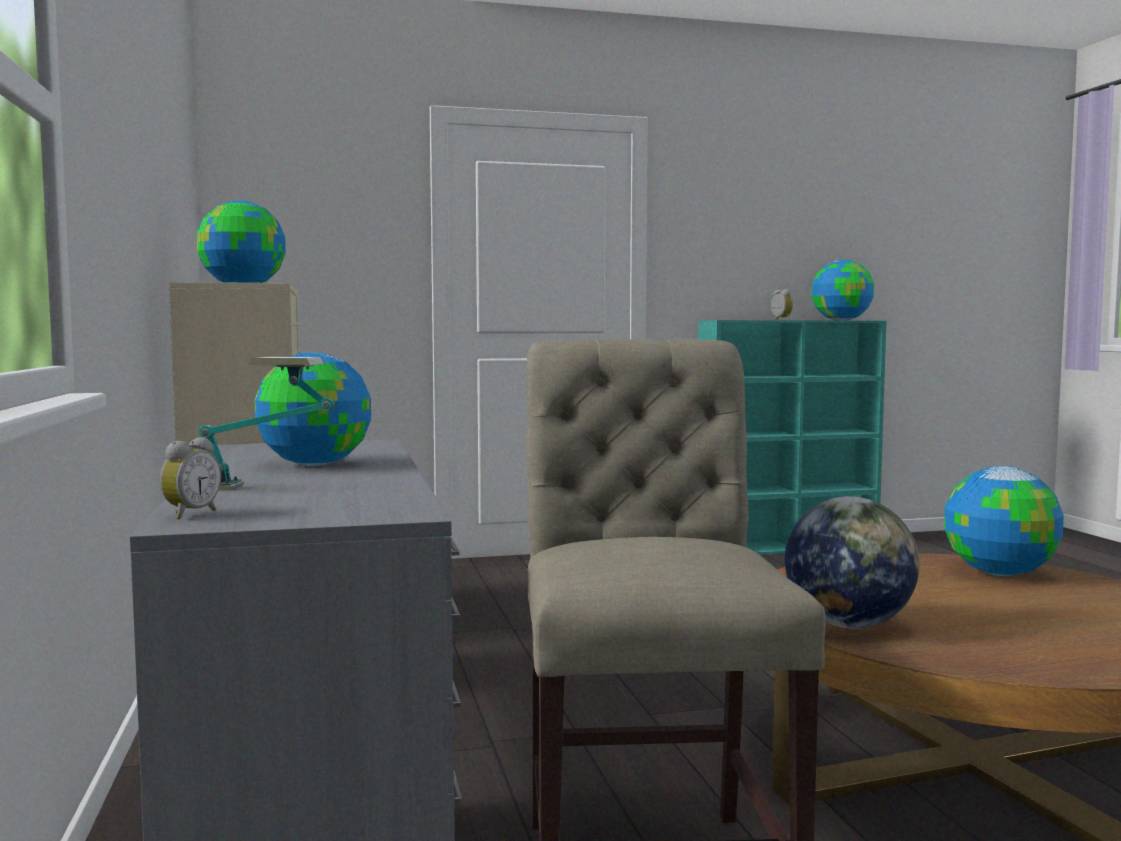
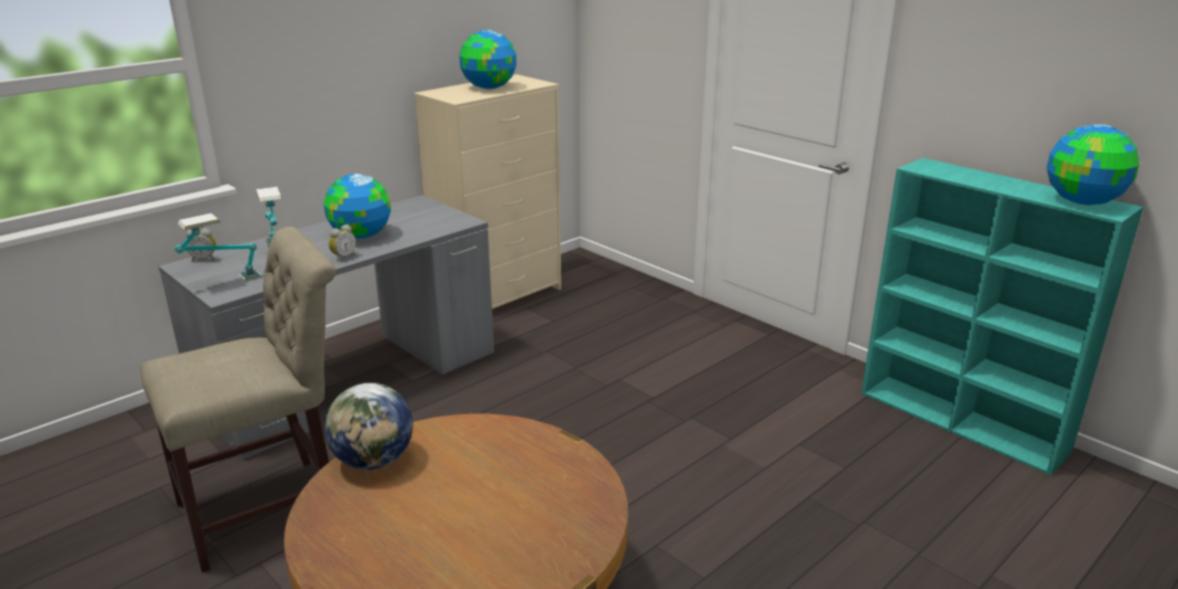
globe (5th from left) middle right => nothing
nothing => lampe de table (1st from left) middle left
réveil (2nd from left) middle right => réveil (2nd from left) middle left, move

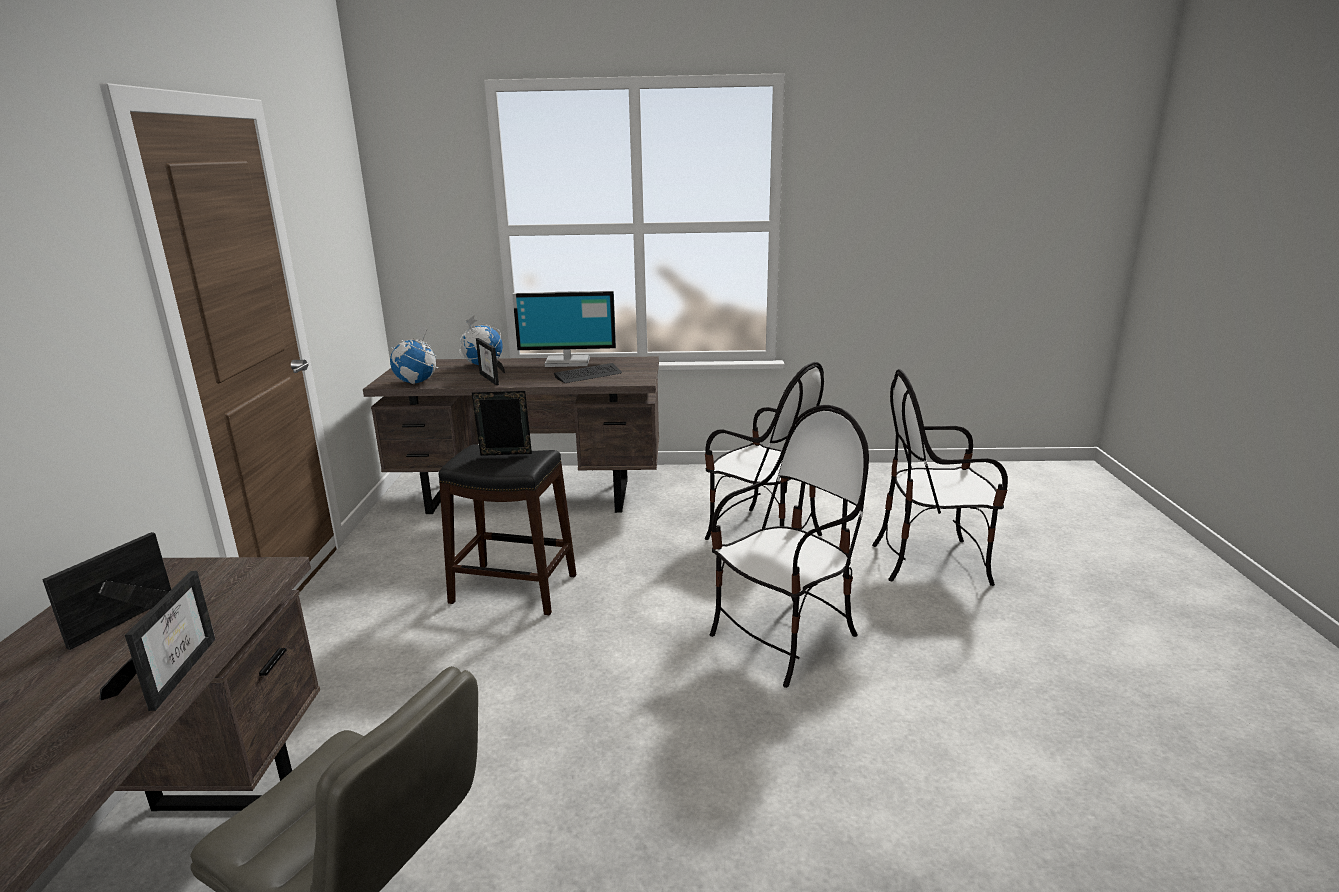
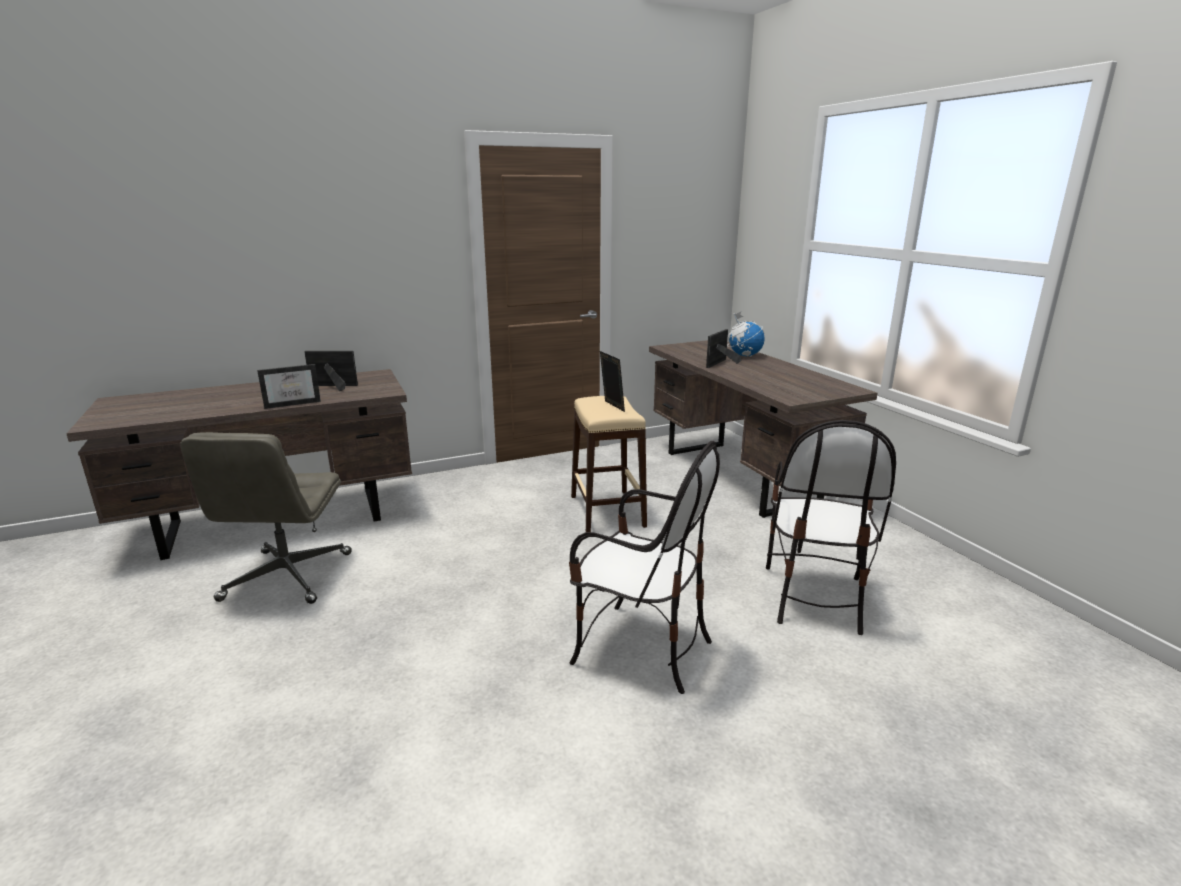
globe (1st from left) middle left => nothing
écran d'ordinateur centre => nothing
clavier centre => nothing
chaise (3rd from left) middle right => nothing
tabouret (noir) centre => tabouret (beige) centre

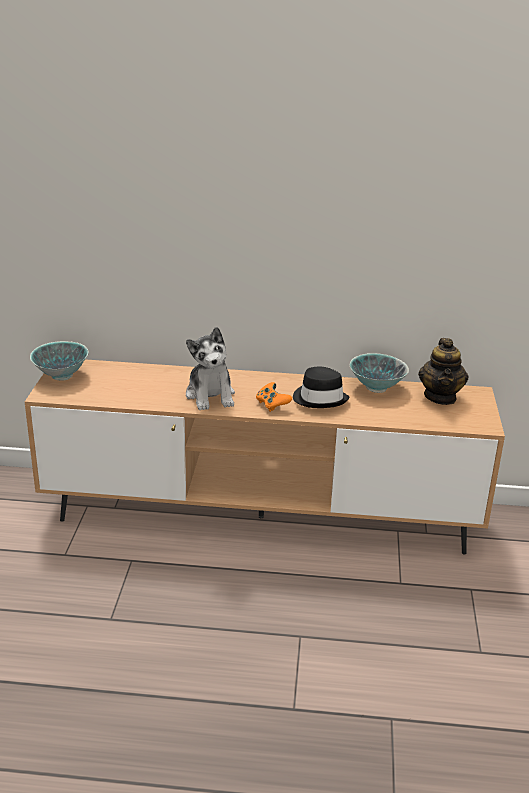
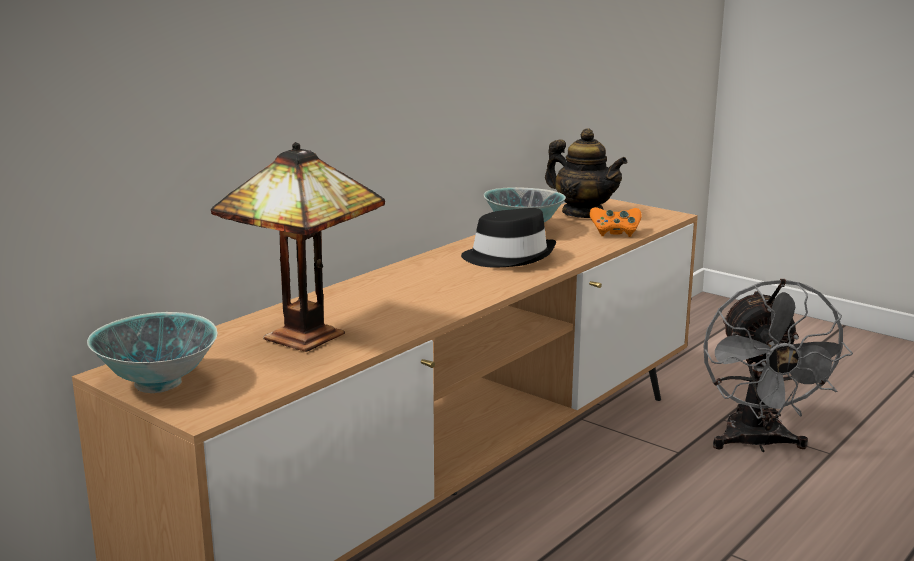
peluche centre => nothing
nothing => lampe de table middle left
nothing => ventilateur (gris) middle right
manette (orange) centre => manette (orange) middle right, move

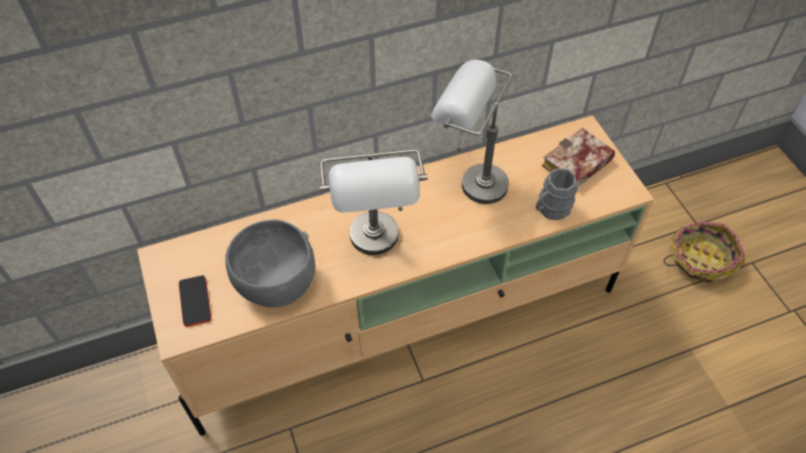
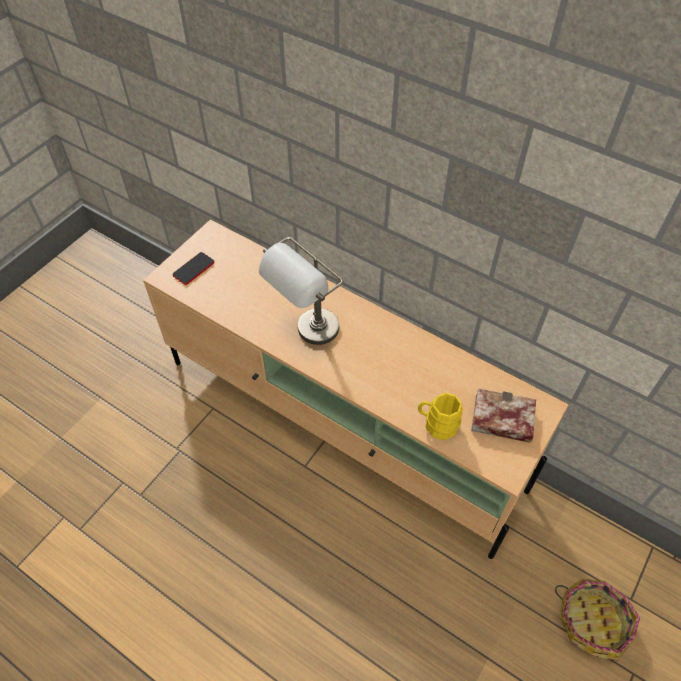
bol (gris) centre => nothing
lampe de table (gris) (2nd from left) top centre => nothing
mug (gris) middle right => mug (jaune) centre

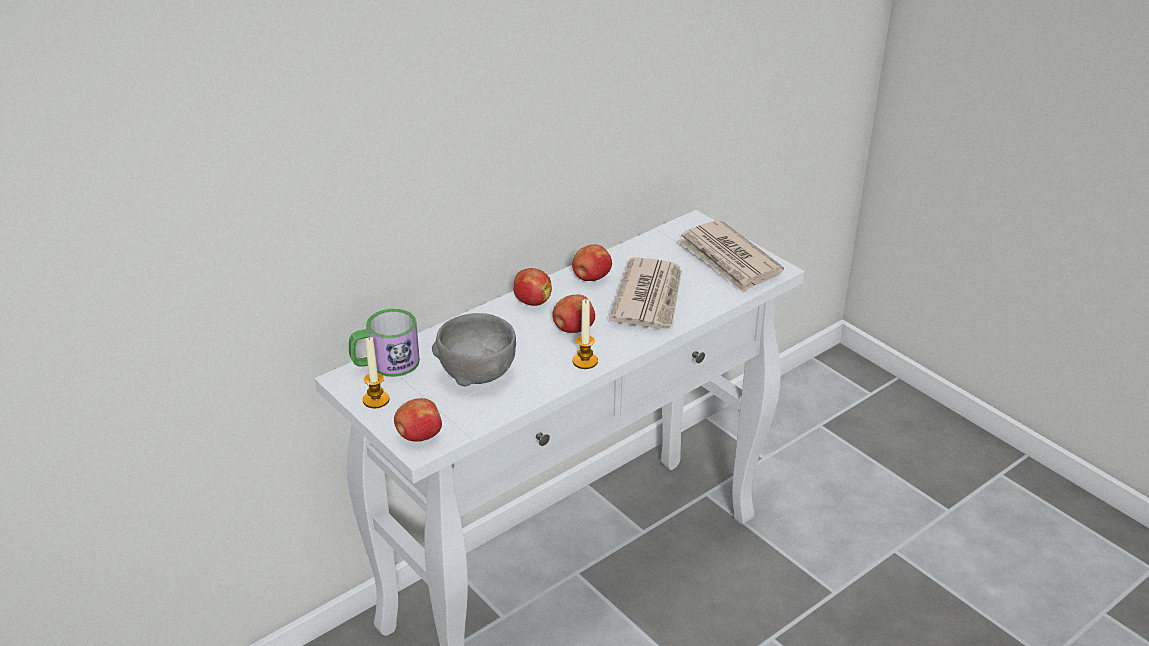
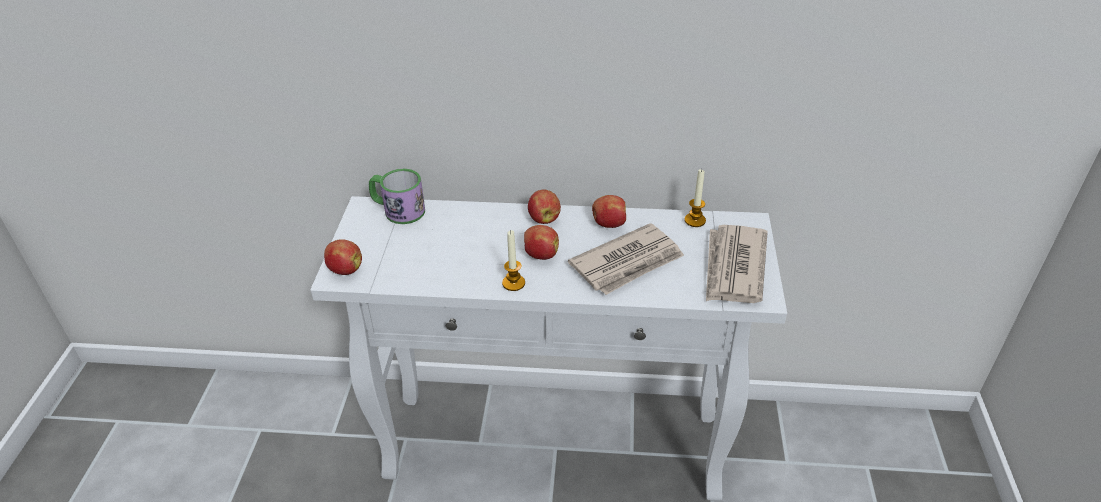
bol (gris) centre => nothing
bougie (1st from left in the first image) middle left => bougie (2nd from left) centre, move

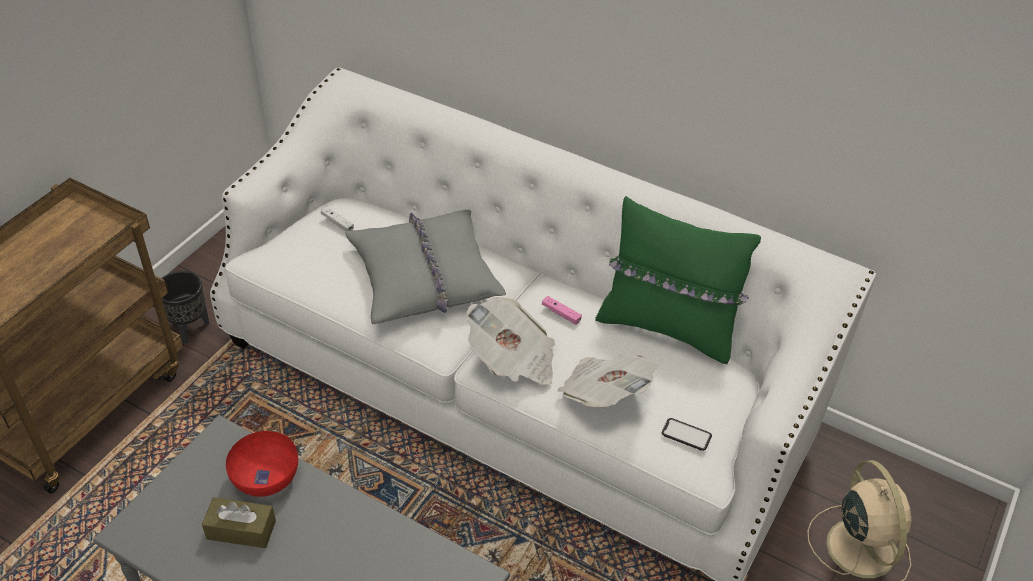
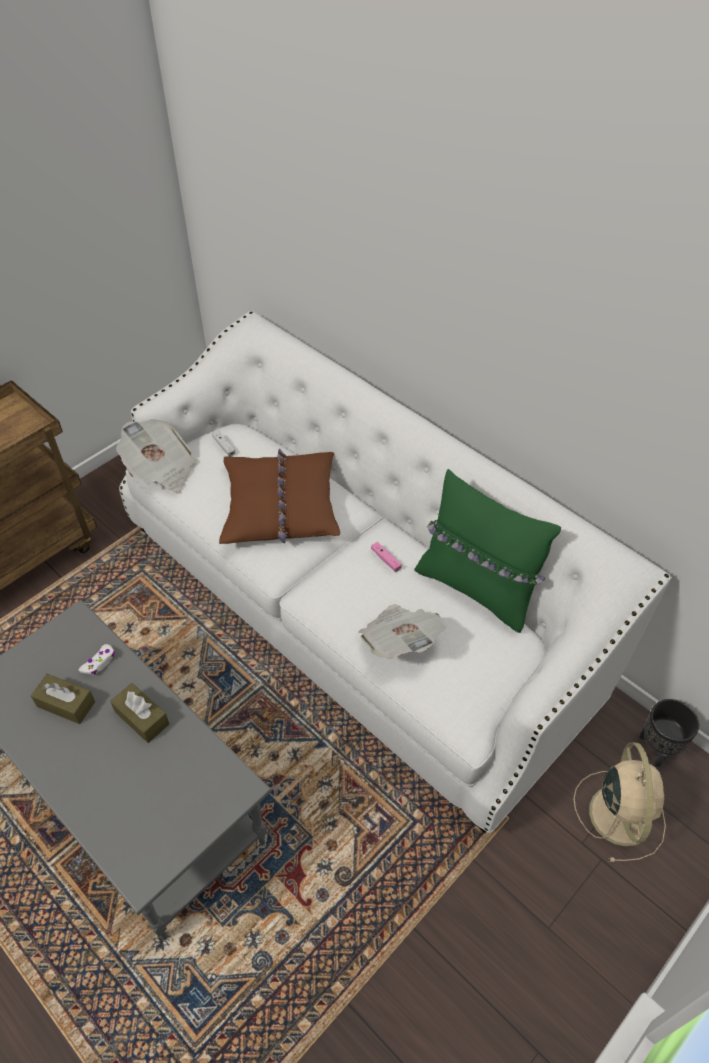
téléphone bottom centre => nothing
nothing => boîte à mouchoirs (marron) (2nd from left) bottom left
cache-pot (noir) middle left => cache-pot (noir) bottom right, move
journal (1st from left) centre => journal (1st from left) middle left, move
bol (rouge) bottom left => manette (blanc) (1st from left) middle left
coussin (gris) centre => coussin (marron) centre

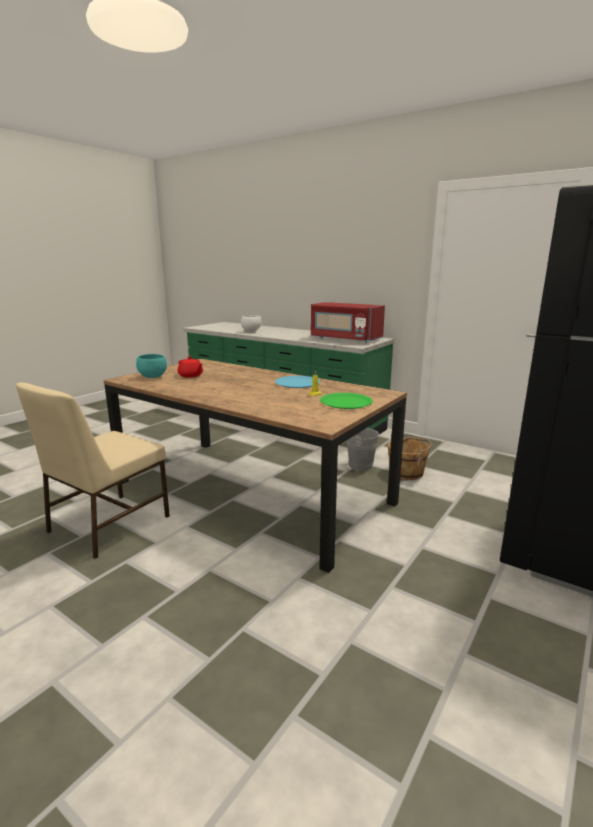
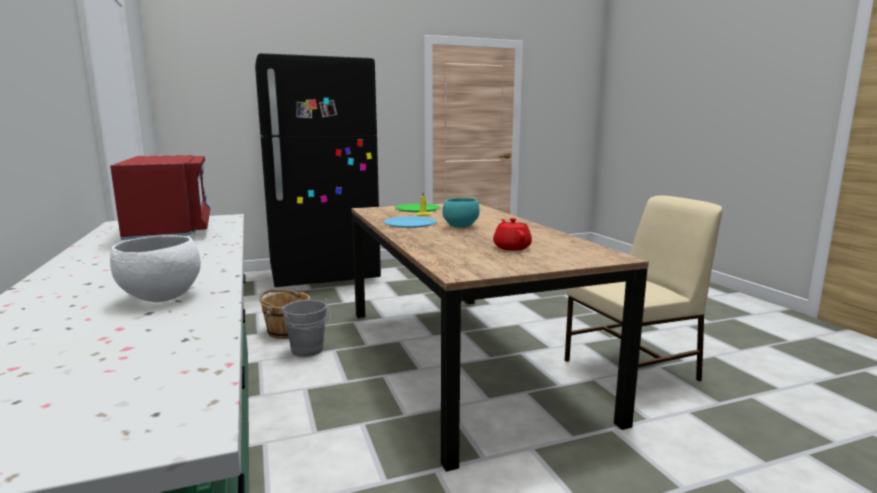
bol (turquoise) middle left => bol (turquoise) centre, move

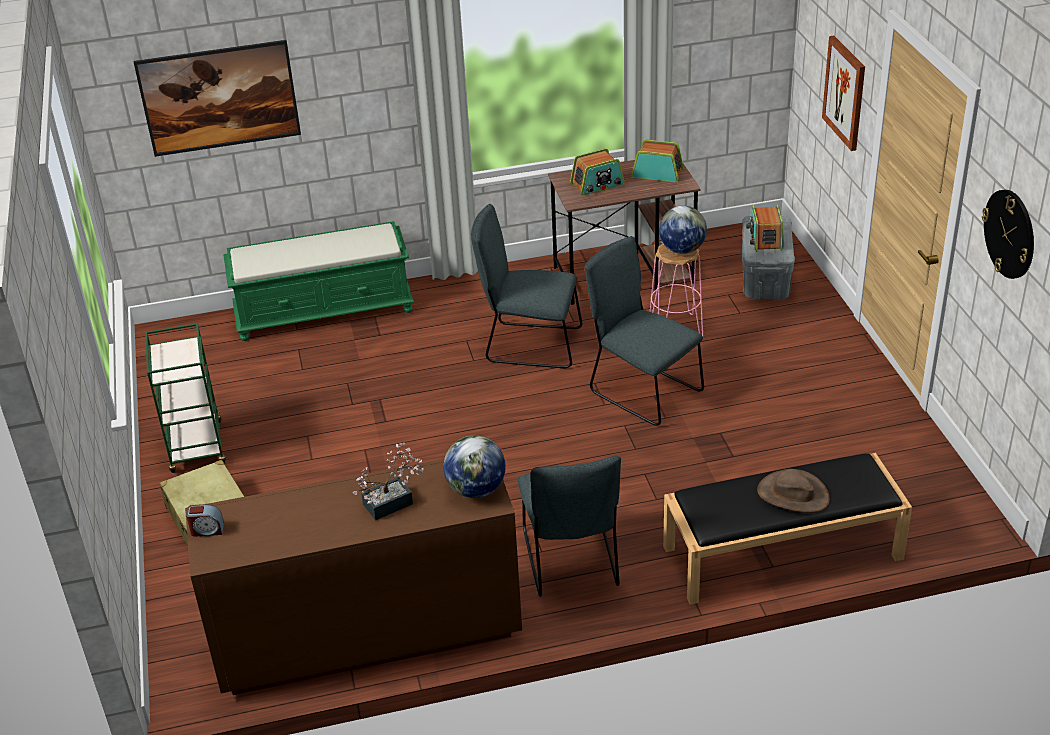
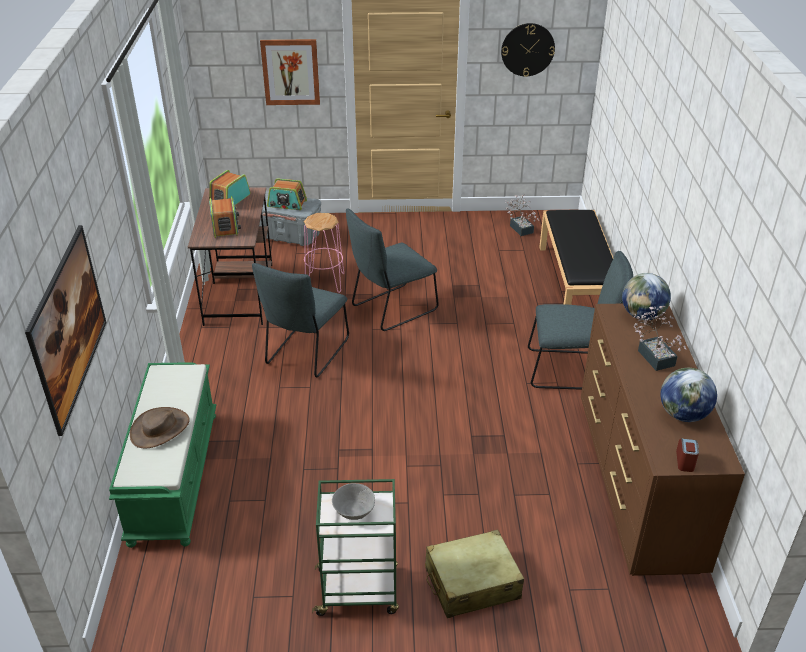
nothing => bol (gris) bottom centre
nothing => plante en pot (1st from left) top centre
globe (2nd from left) top centre => globe (2nd from left) middle right, move
chapeau (marron) bottom right => chapeau (marron) middle left, move

